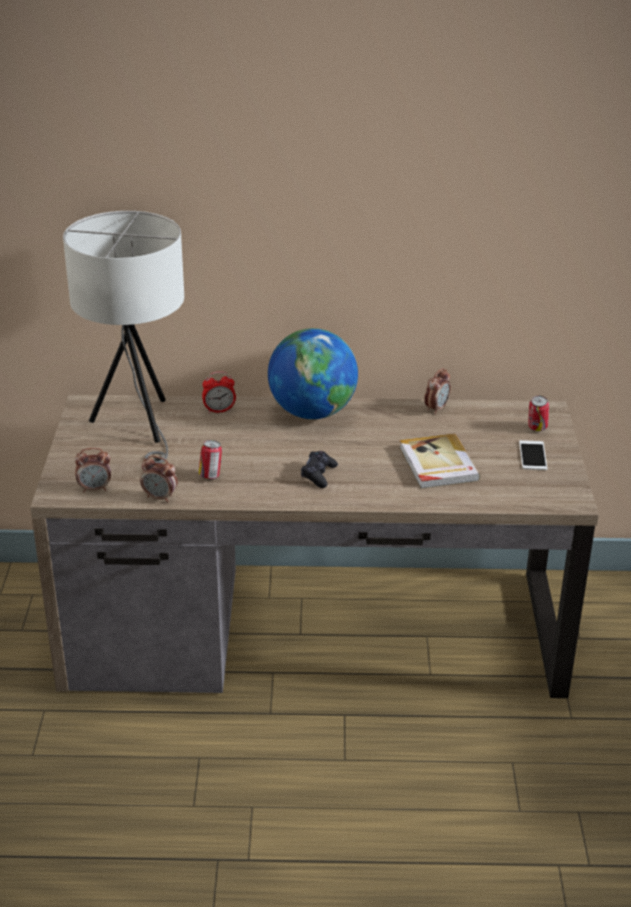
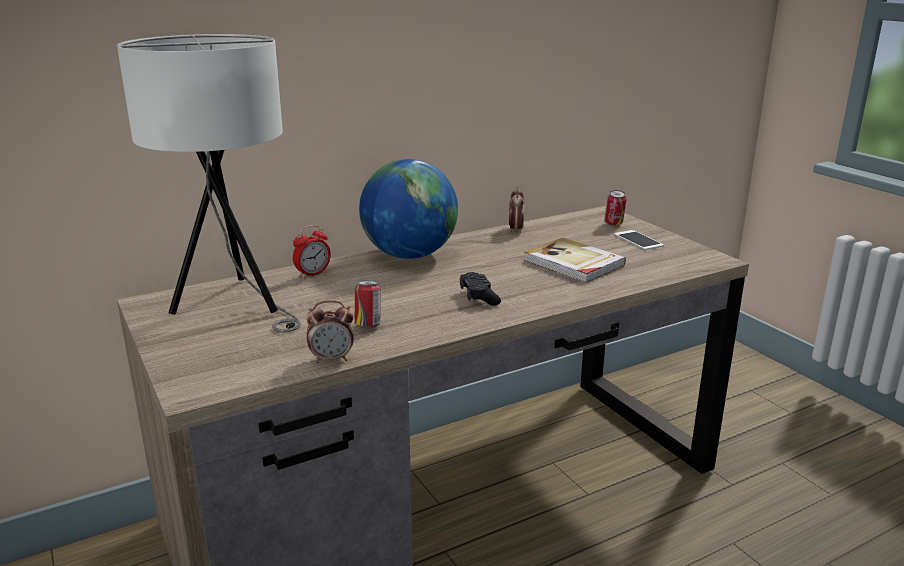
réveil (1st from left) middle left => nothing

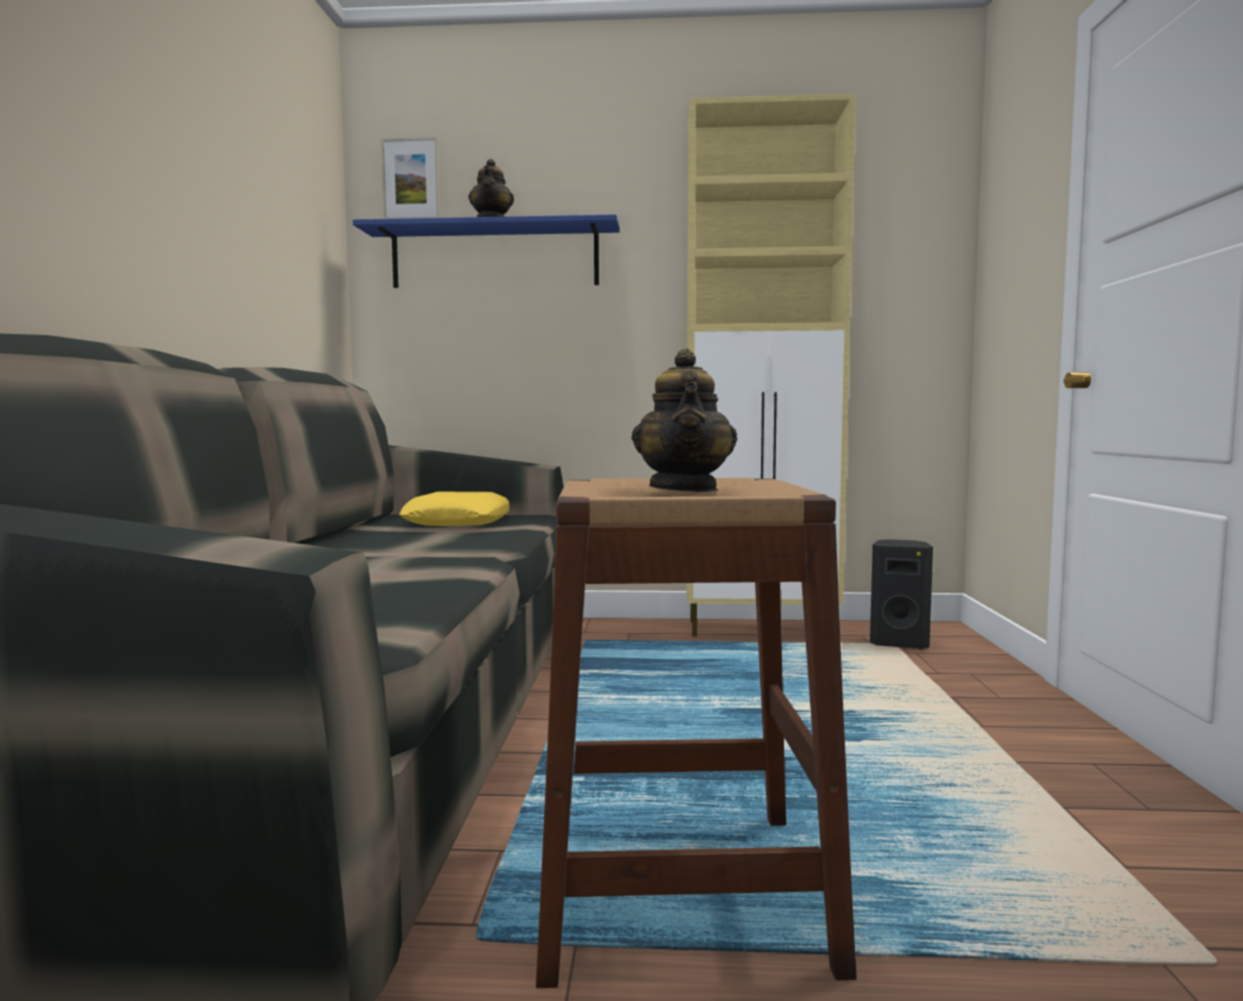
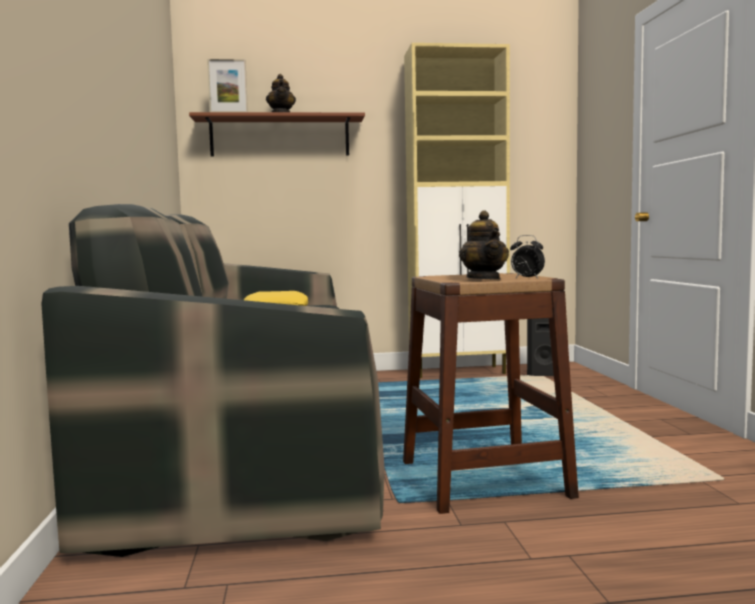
nothing => réveil middle right
étagère (bleu) top centre => étagère (marron) top centre

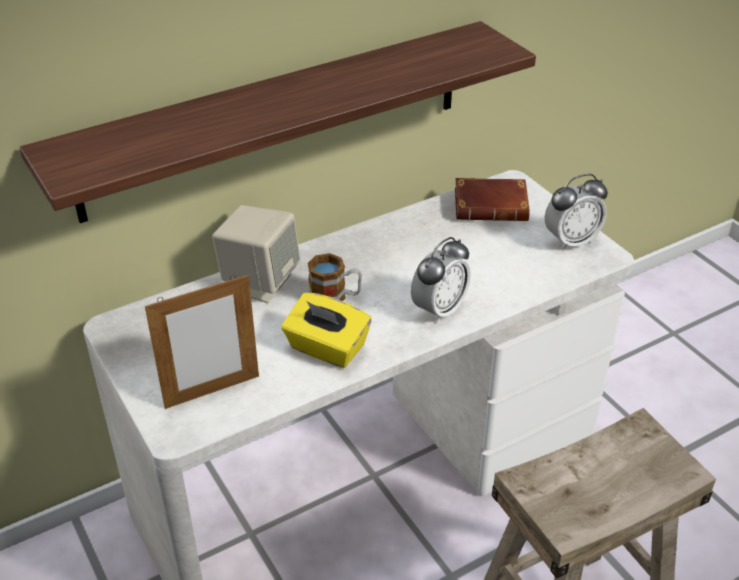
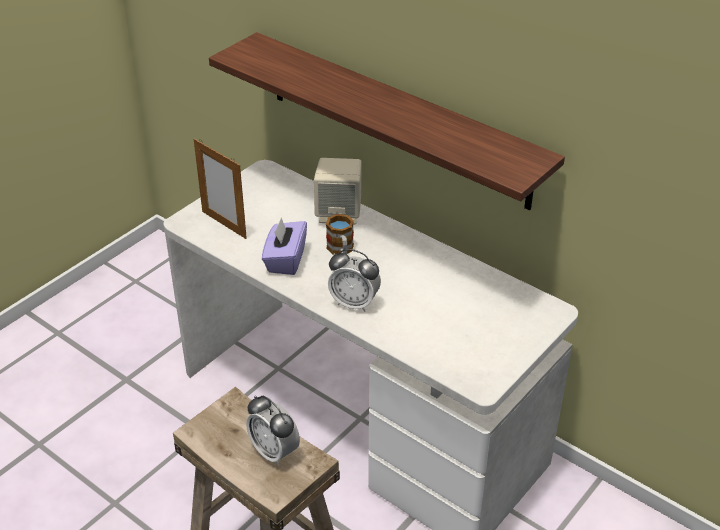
livre (marron) centre => nothing
réveil (2nd from left in the first image) middle right => réveil (1st from left) bottom centre, move
boîte à mouchoirs (jaune) centre => boîte à mouchoirs (violet) centre

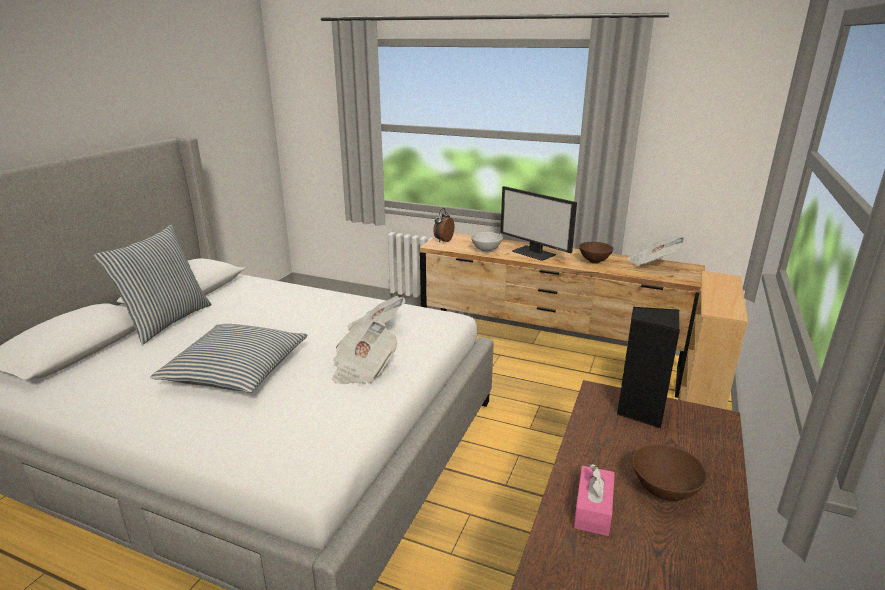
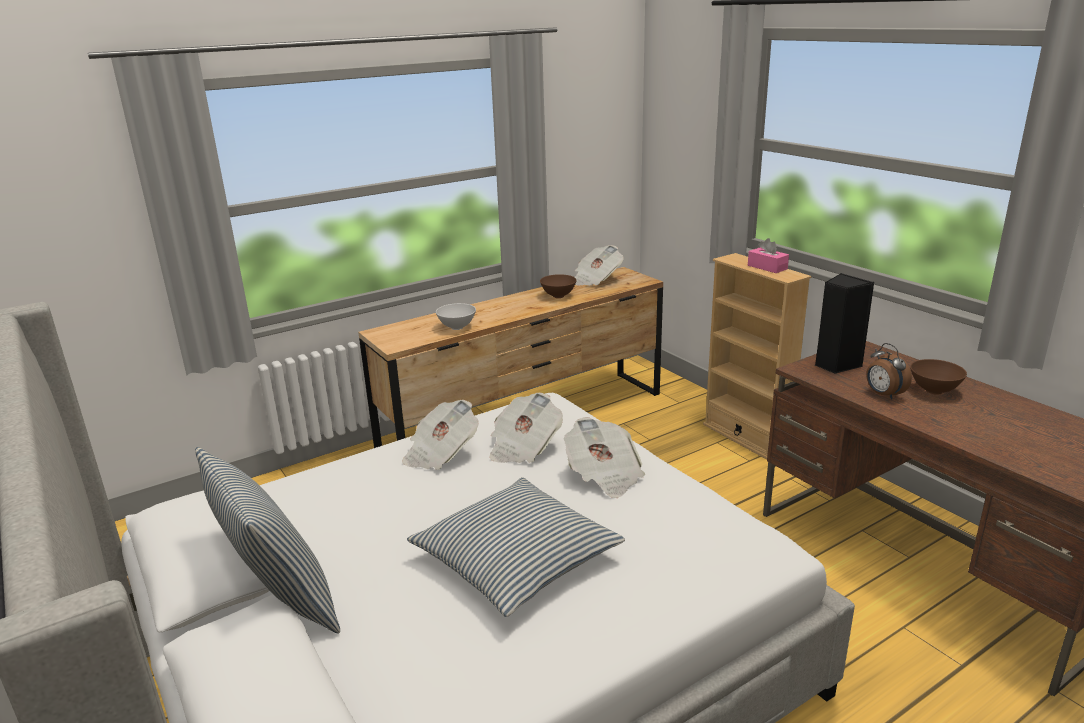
écran d'ordinateur centre => nothing
nothing => journal (1st from left) centre
réveil centre => réveil middle right, move
boîte à mouchoirs (rose) bottom right => boîte à mouchoirs (rose) middle right, move

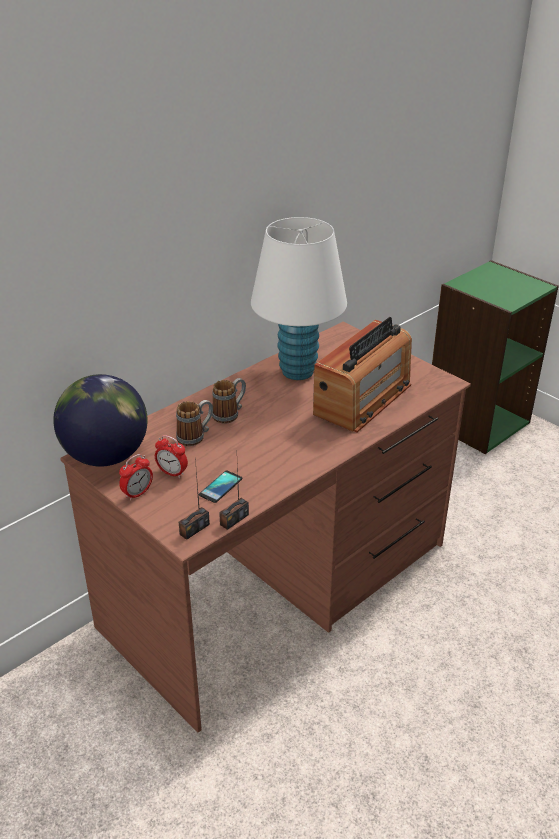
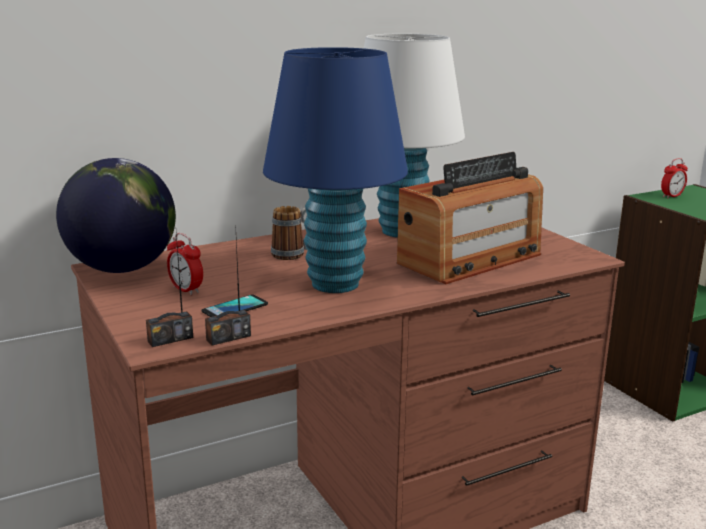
mug (1st from left) centre => nothing
nothing => lampe de table (bleu) top centre
réveil (1st from left in the first image) middle left => réveil (2nd from left) middle right, move

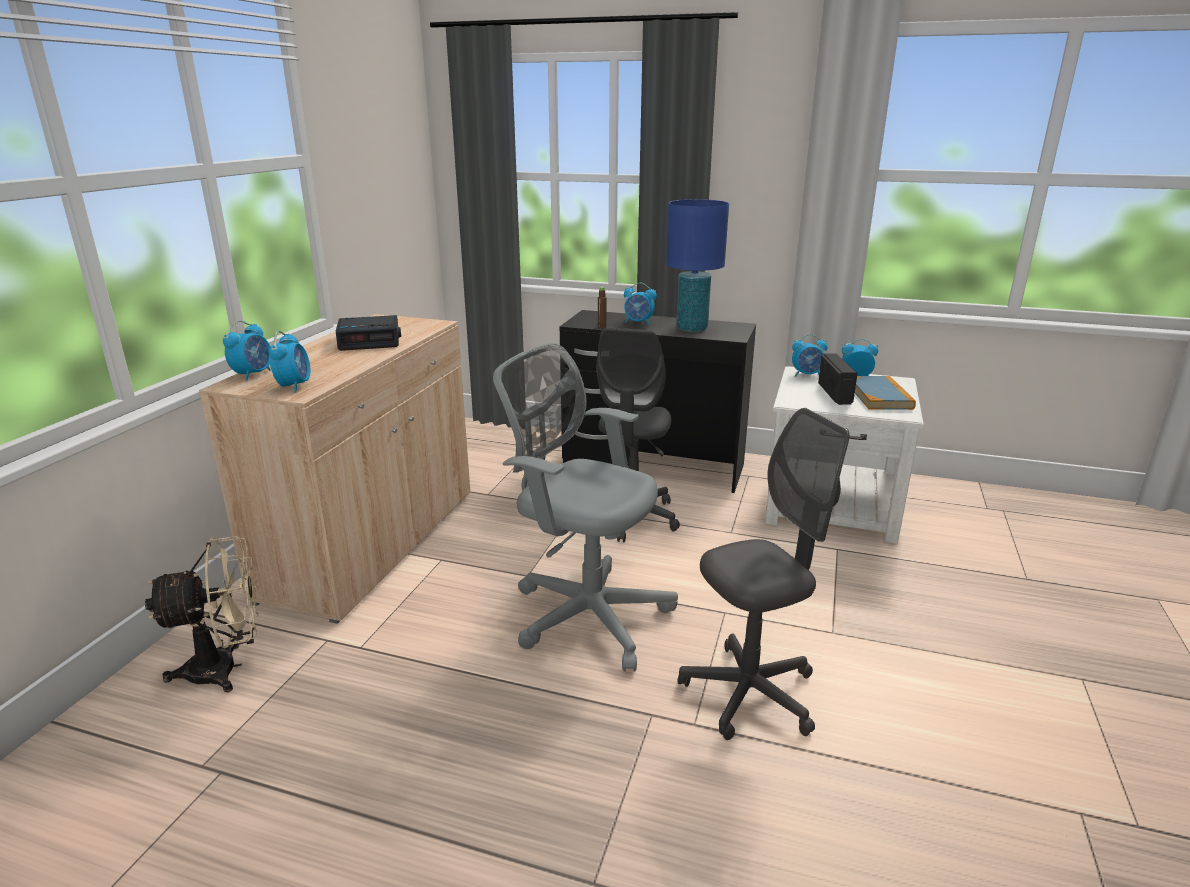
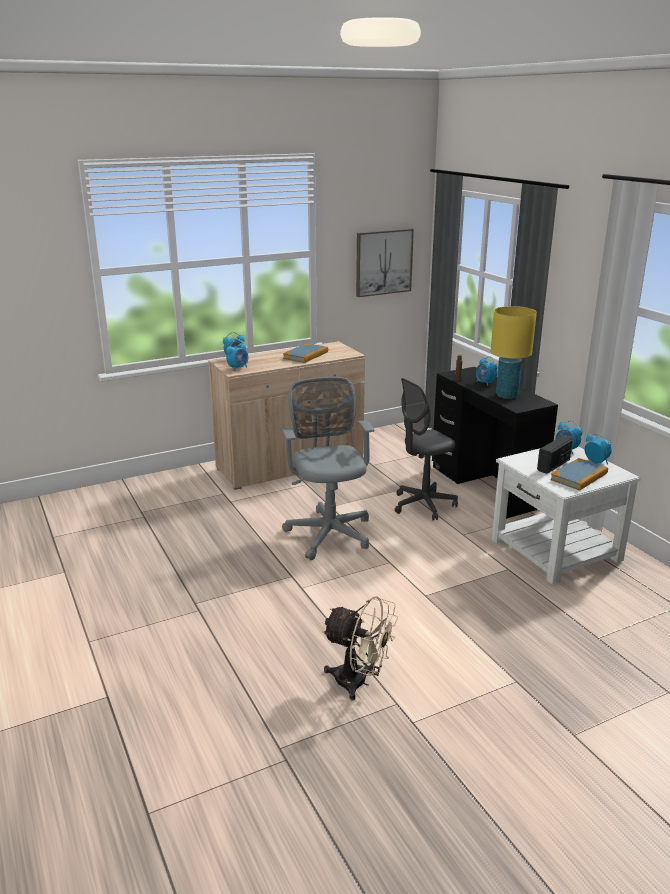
chaise de bureau (gris) (3rd from left) centre => nothing
nothing => tableau top centre
ventilateur (beige) bottom left => ventilateur (beige) bottom centre, move
réveil (3rd from left) middle left => livre (1st from left) centre
lampe de table (bleu) top centre => lampe de table (jaune) middle right

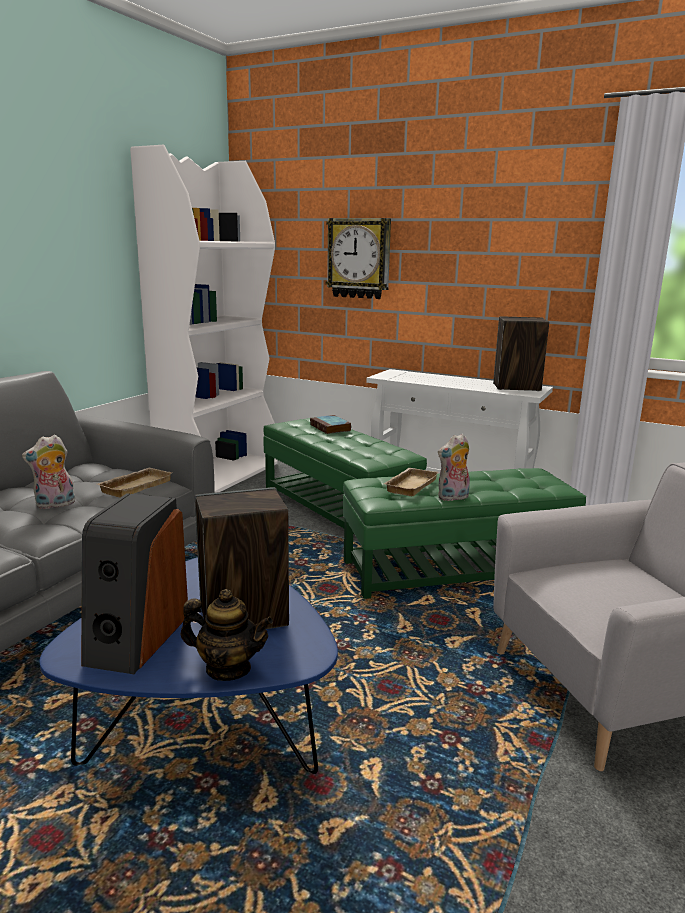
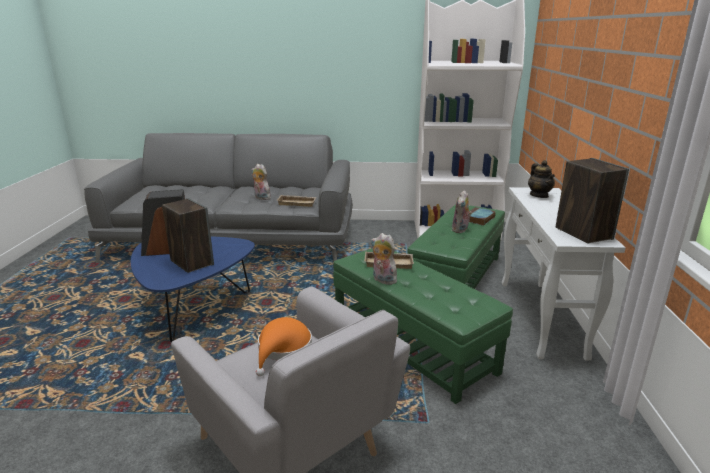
horloge murale top centre => nothing
nothing => chapeau (orange) bottom centre
nothing => peluche (3rd from left) centre
théière bottom left => théière middle right, move

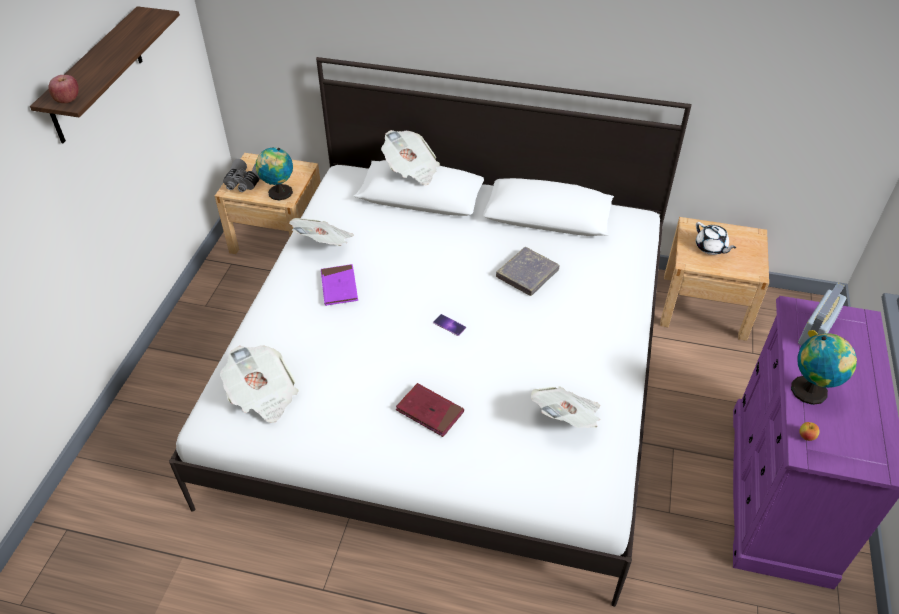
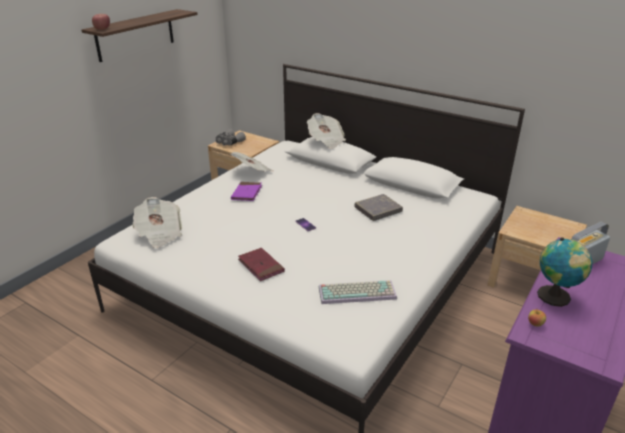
globe (1st from left) top left => nothing
théière (blanc) middle right => nothing
journal (4th from left) centre => clavier bottom centre

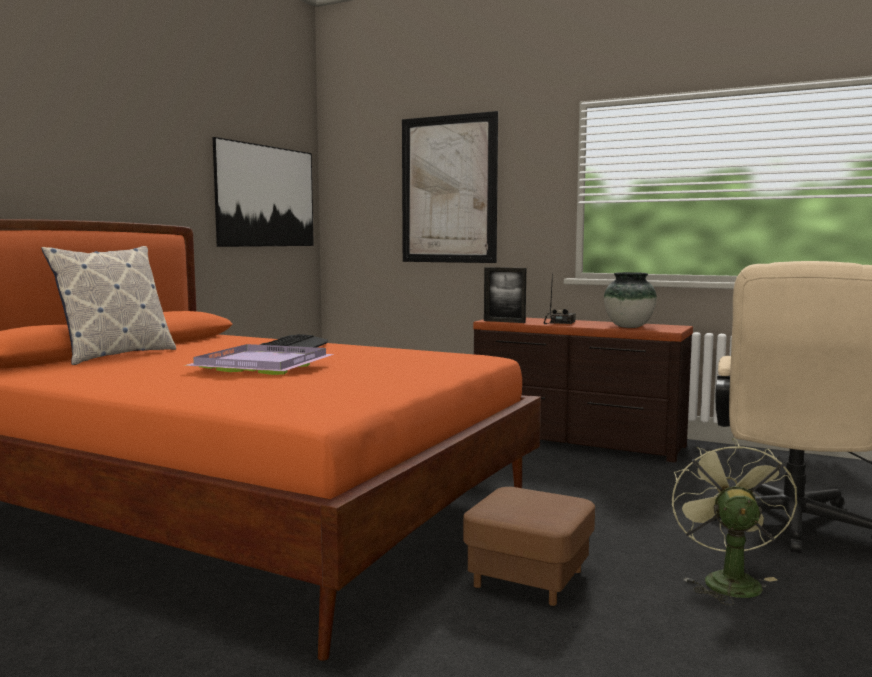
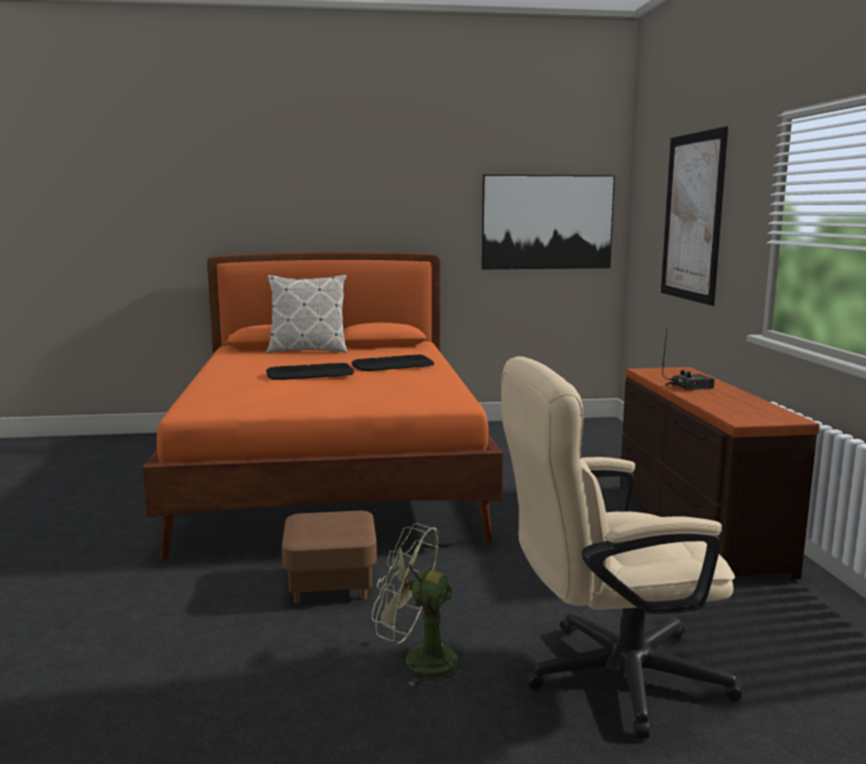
cadre photo centre => nothing
vase middle right => nothing
plateau (violet) middle left => clavier (1st from left) centre
ventilateur (vert) bottom right => ventilateur (vert) bottom centre, 135 degrees counterclockwise

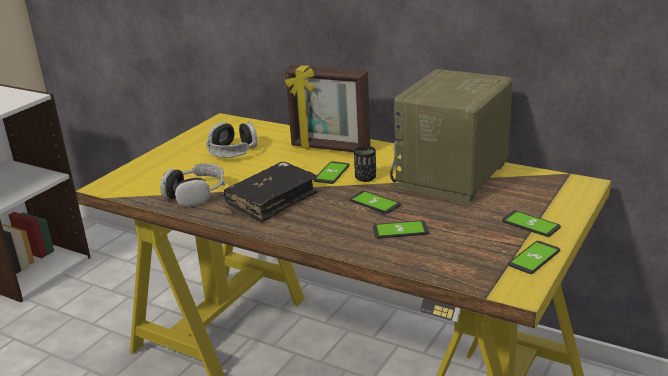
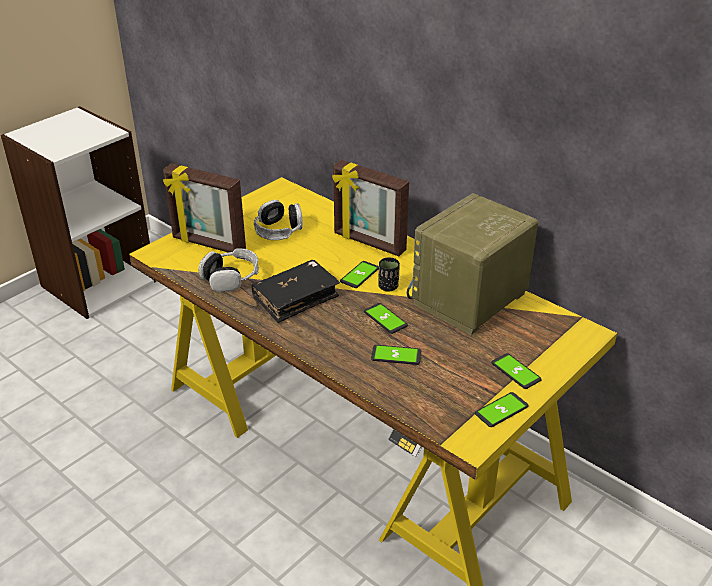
nothing => cadre photo (1st from left) middle left

